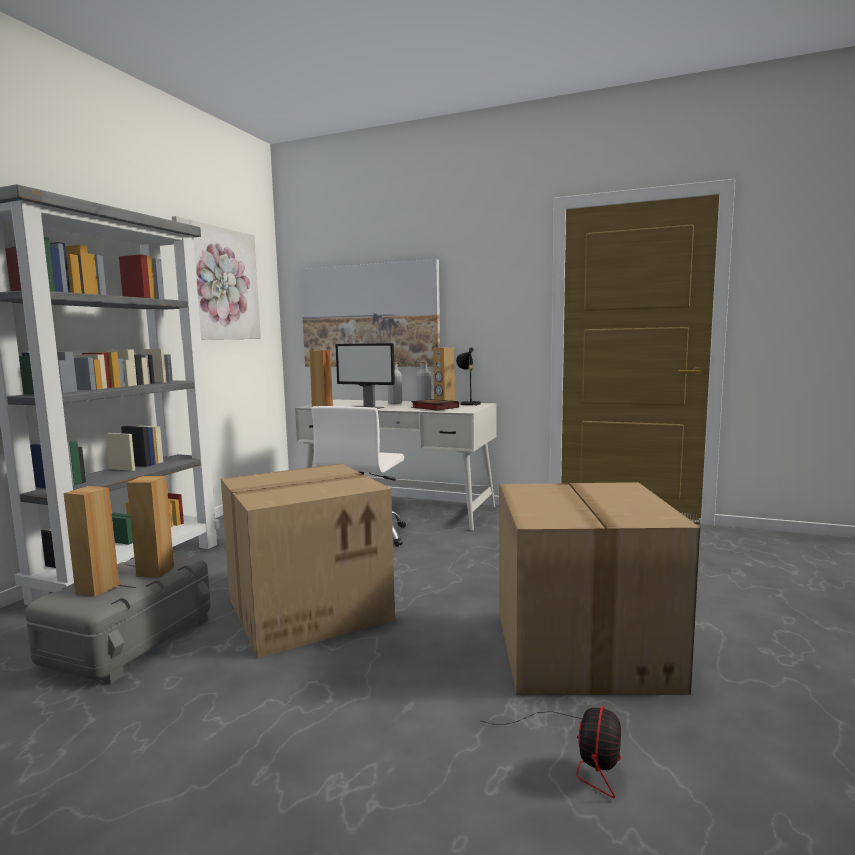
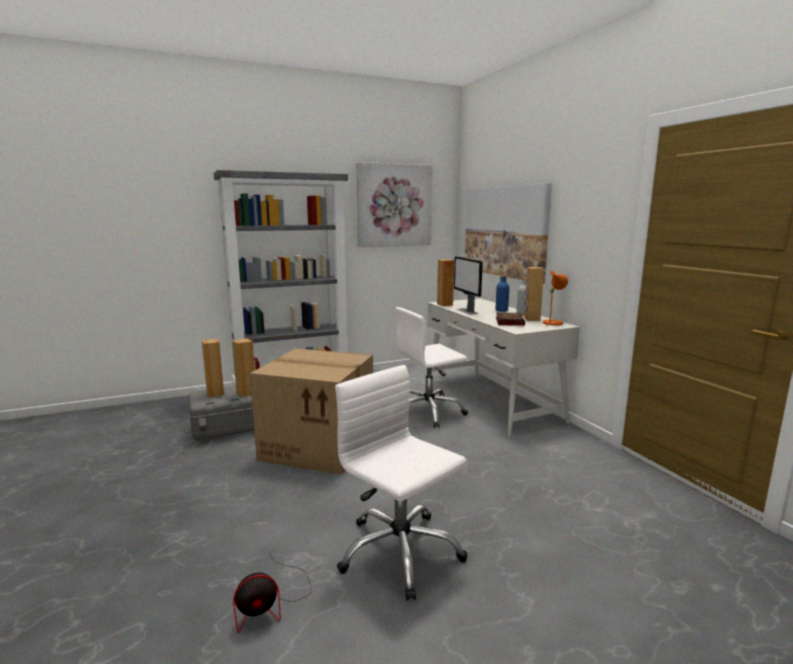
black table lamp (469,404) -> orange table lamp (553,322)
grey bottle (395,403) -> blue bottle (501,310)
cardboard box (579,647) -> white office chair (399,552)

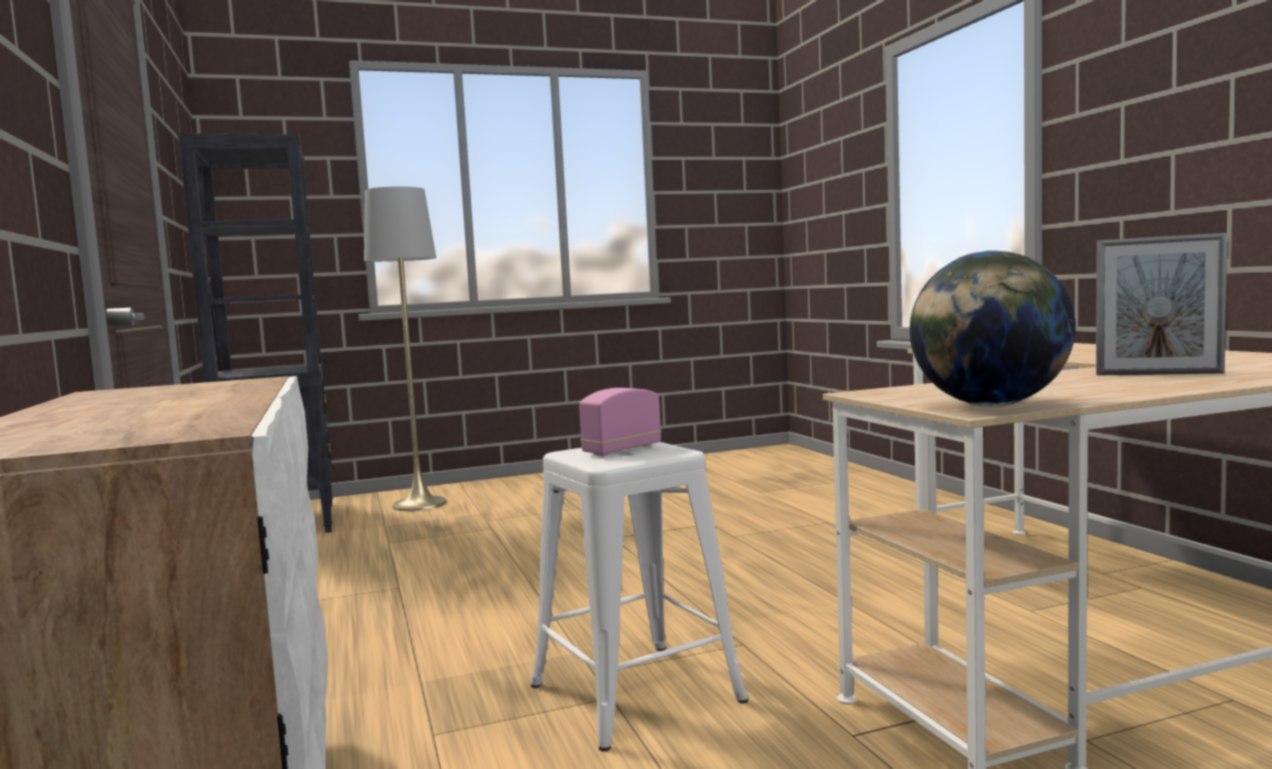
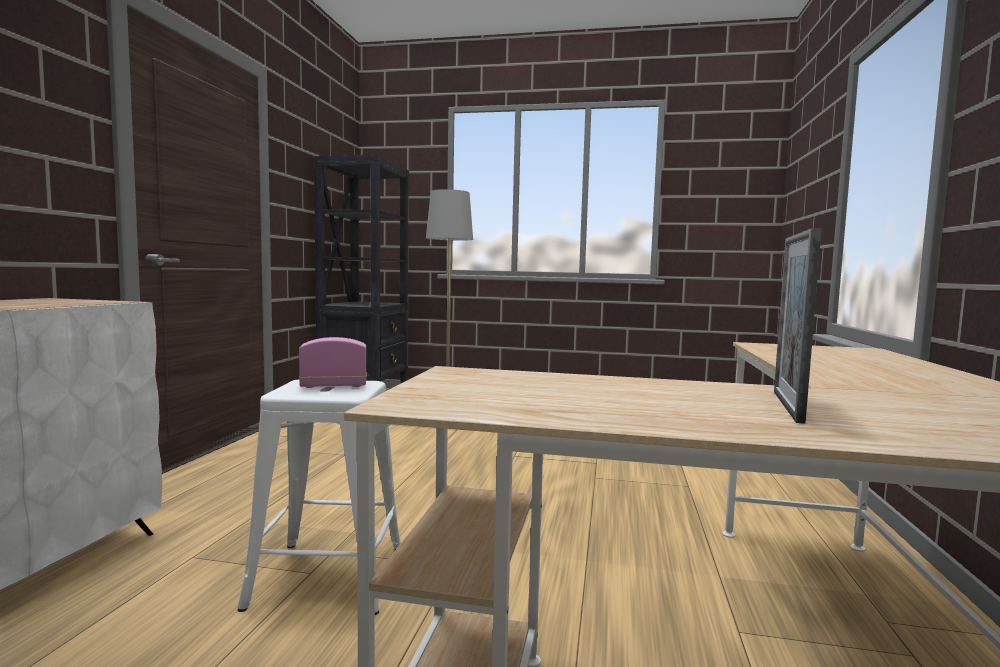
picture frame (1158,374) -> picture frame (787,406), 60 degrees clockwise
globe (989,406) -> none

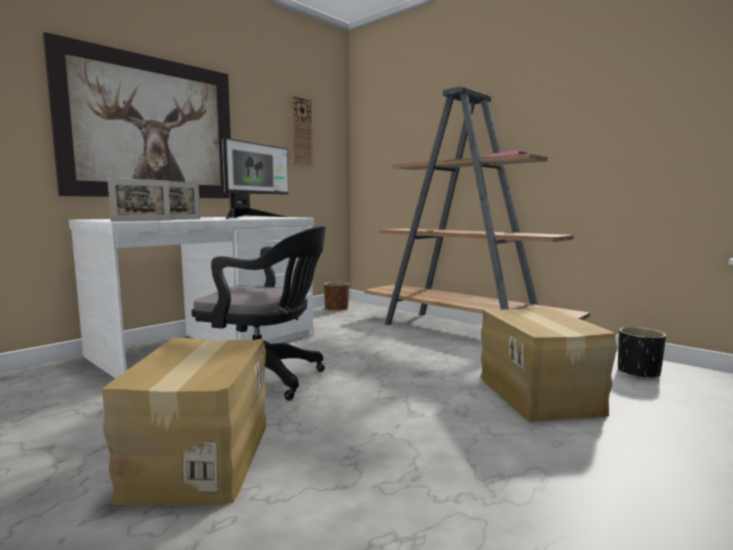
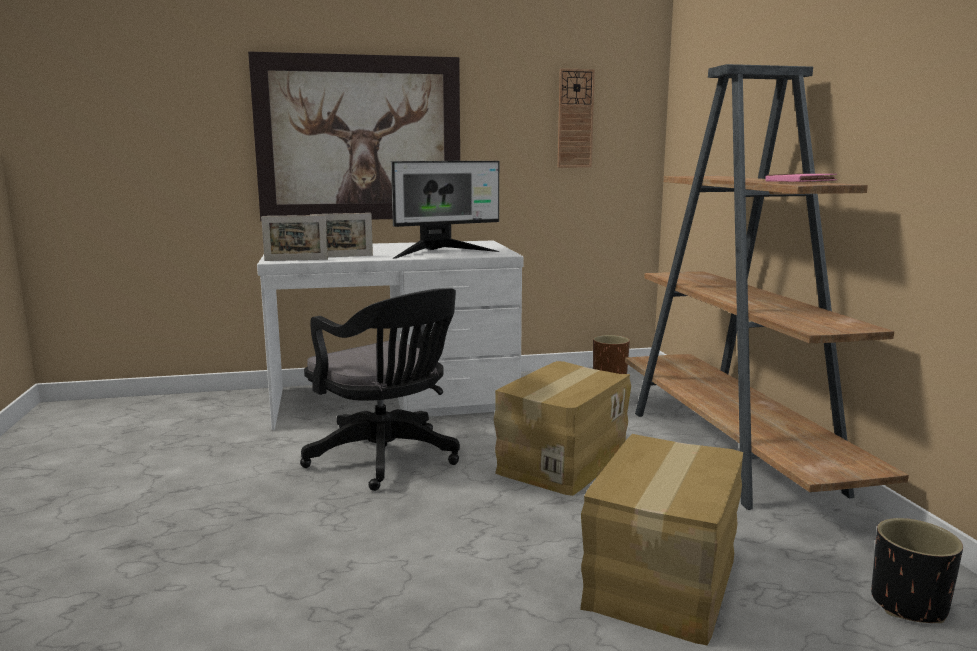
cardboard box (199,457) -> cardboard box (561,461), move

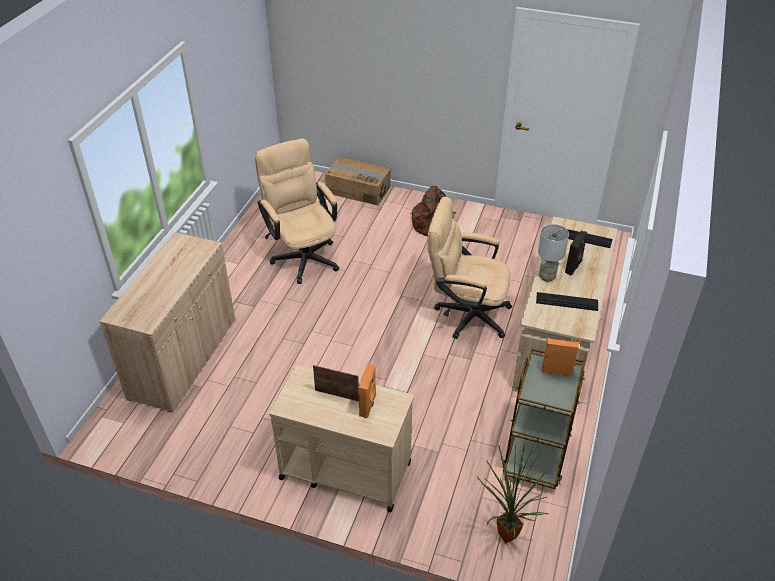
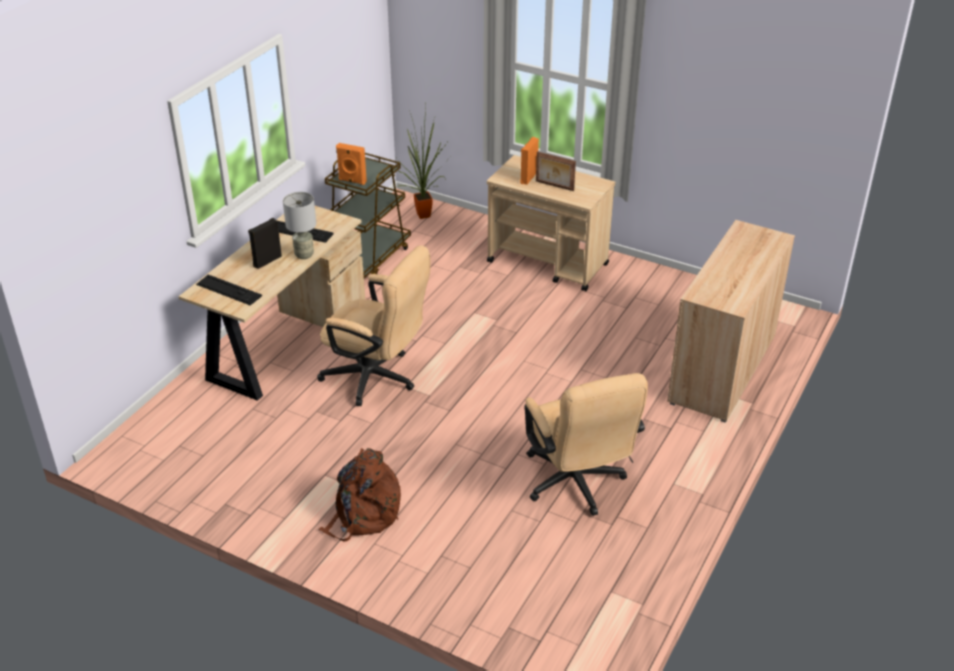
cardboard box (358,190) -> none

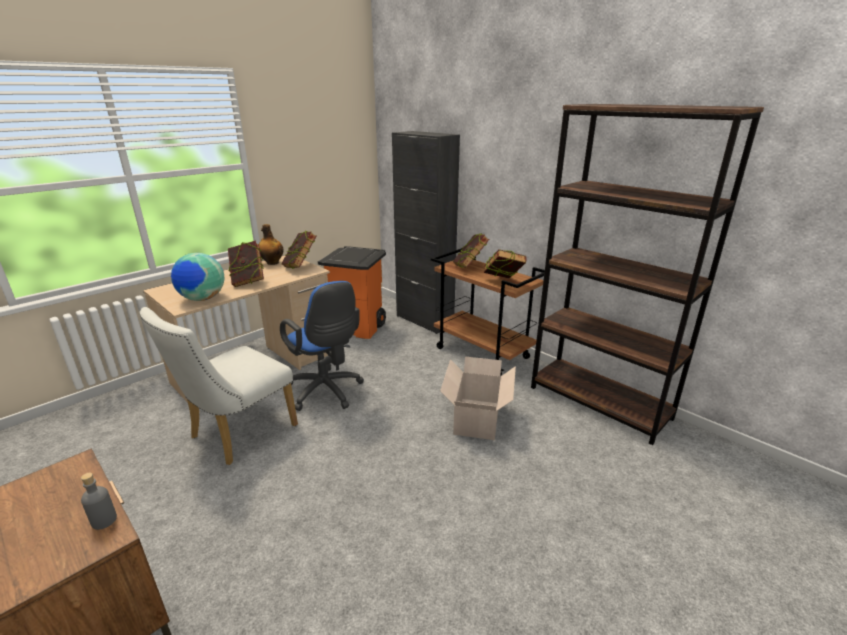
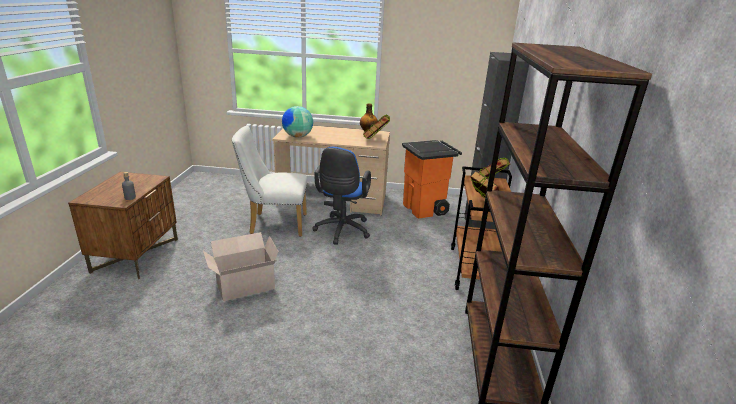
book (248,282) -> none
cardboard box (476,420) -> cardboard box (243,285), move

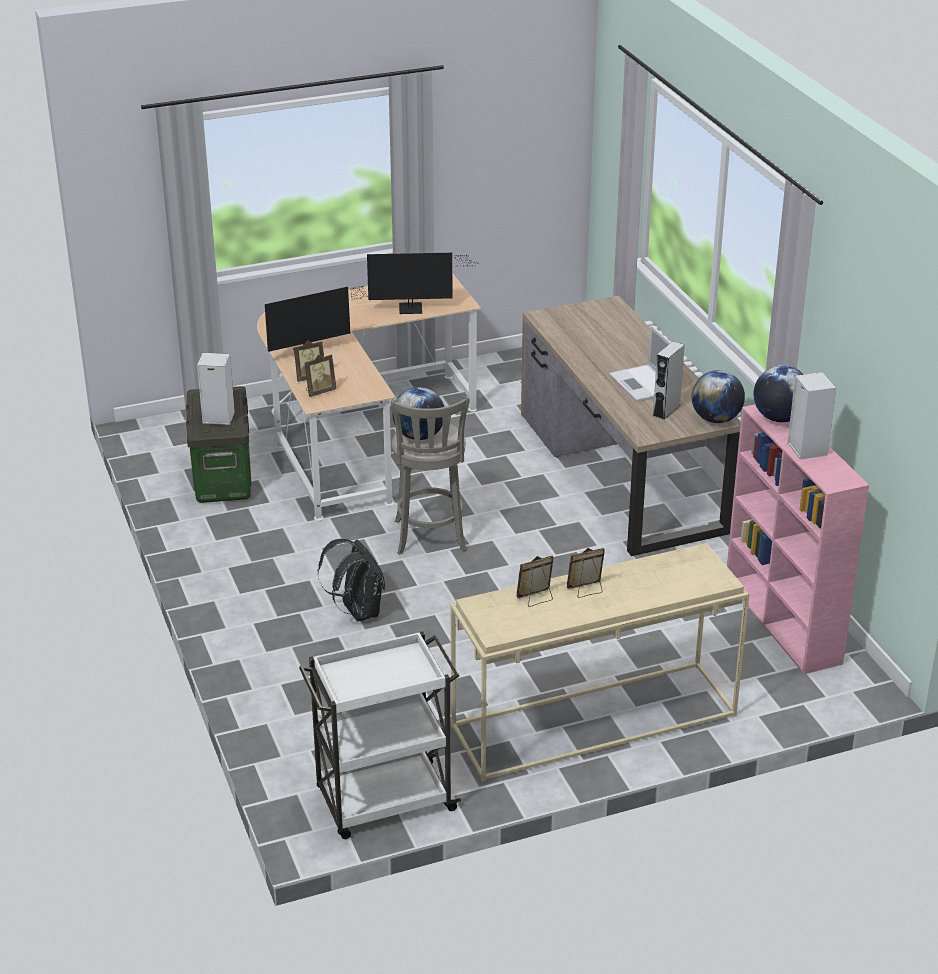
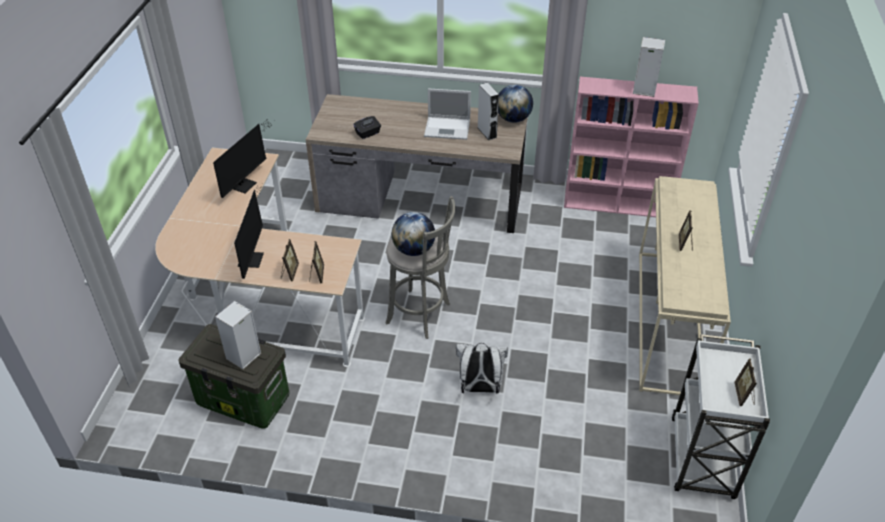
globe (779,418) -> none
black backpack (357,612) -> white backpack (480,388)
picture frame (536,598) -> picture frame (744,395), move
none -> black tissue box (368,133)

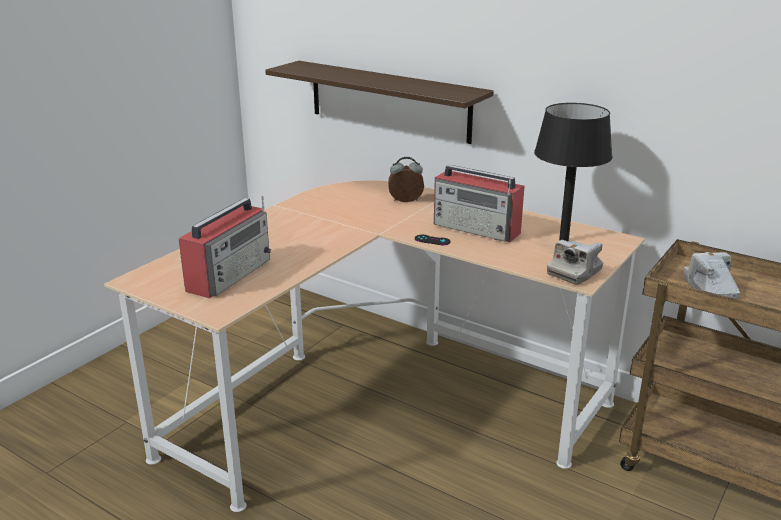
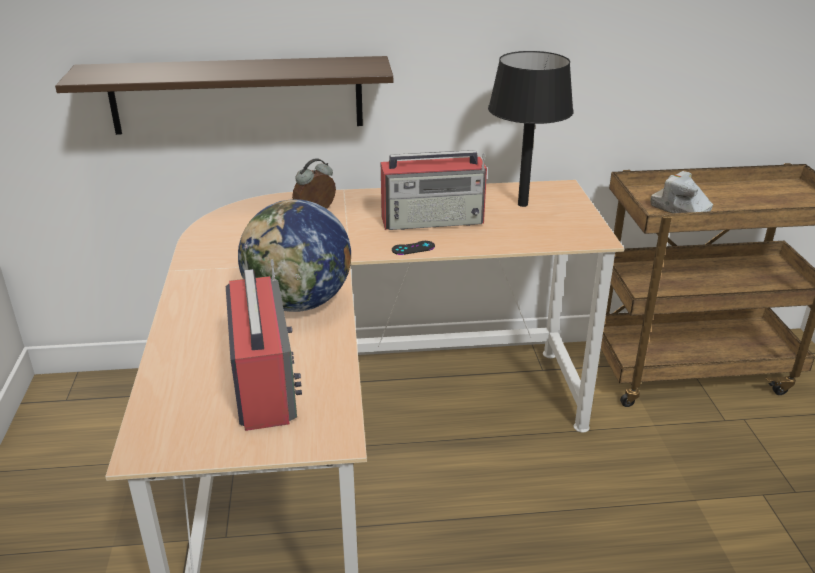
photo camera (574,272) -> none
none -> globe (299,303)

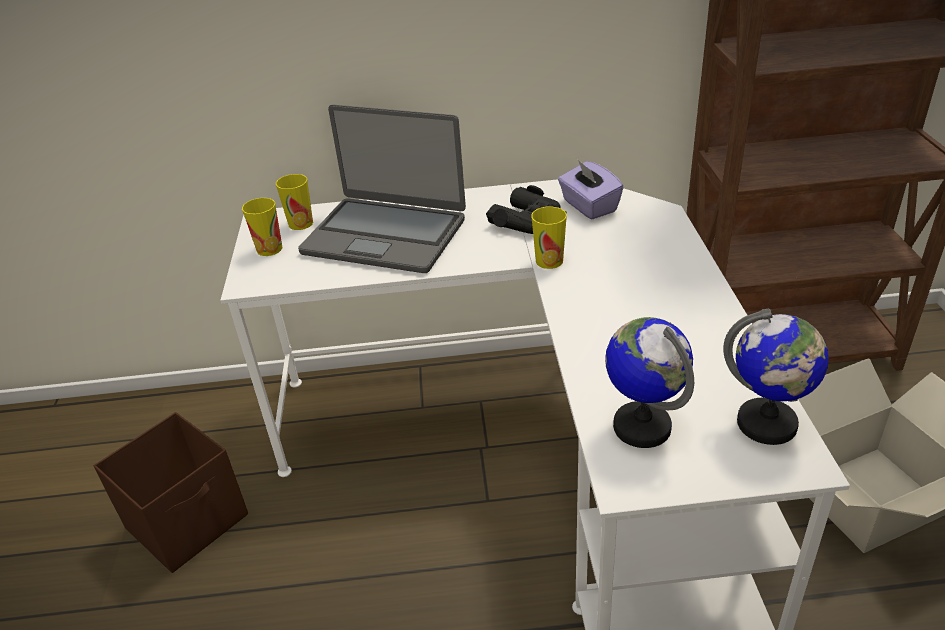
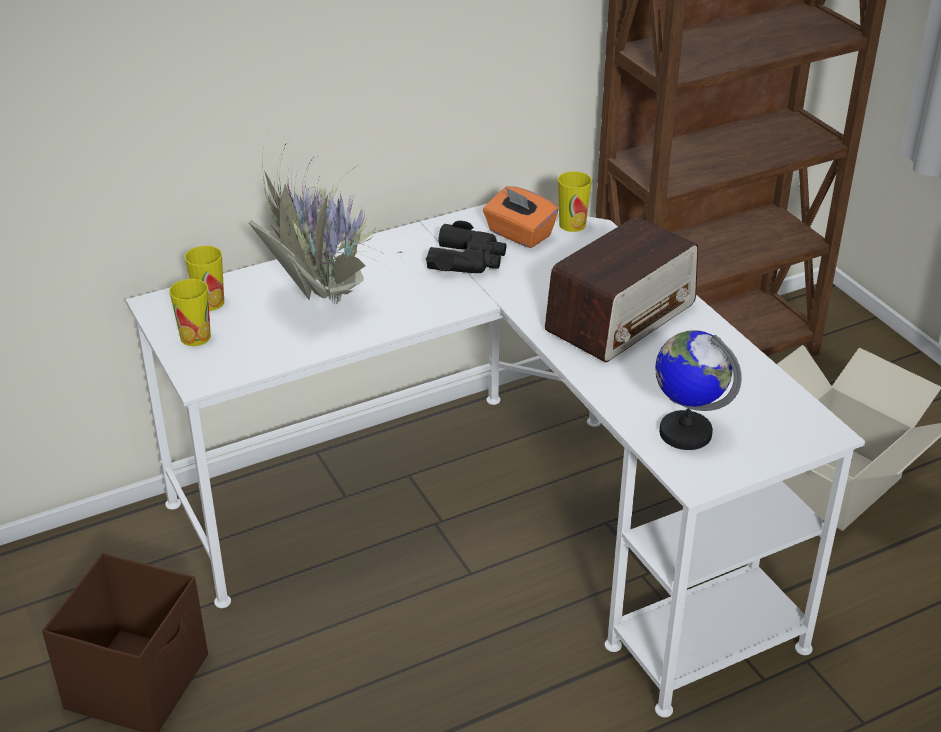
laptop (385,235) -> potted plant (320,300)
purple tissue box (588,206) -> orange tissue box (519,234)
cup (549,261) -> cup (572,224), move
globe (767,424) -> none
none -> radio (621,317)

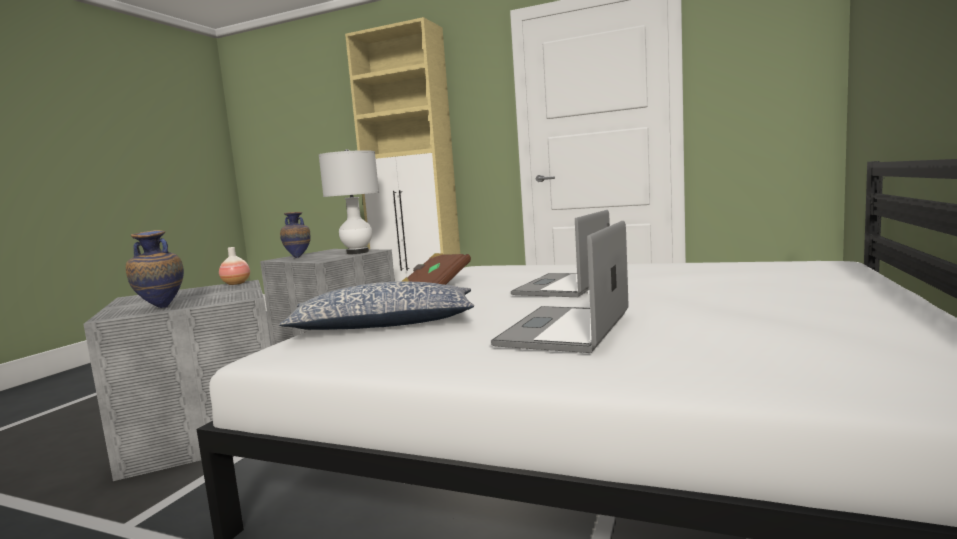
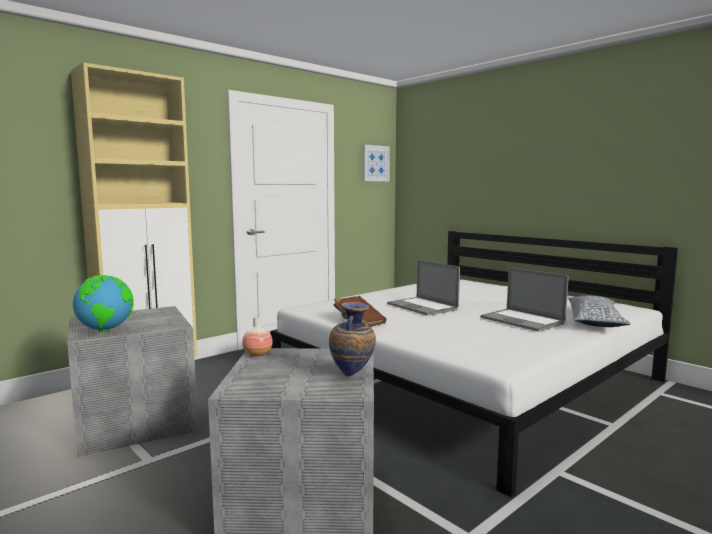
white table lamp (358,252) -> none
vase (298,257) -> globe (106,330)
pillow (384,326) -> pillow (595,321), move
none -> picture (375,163)

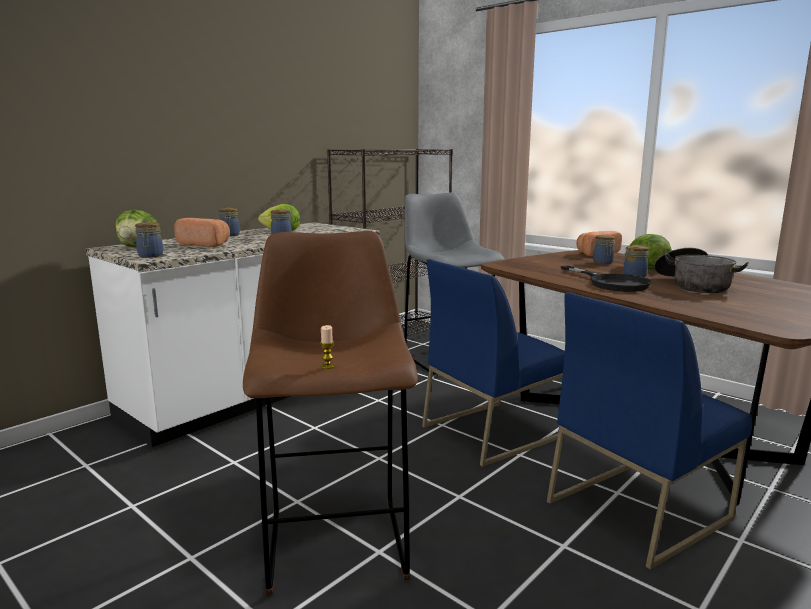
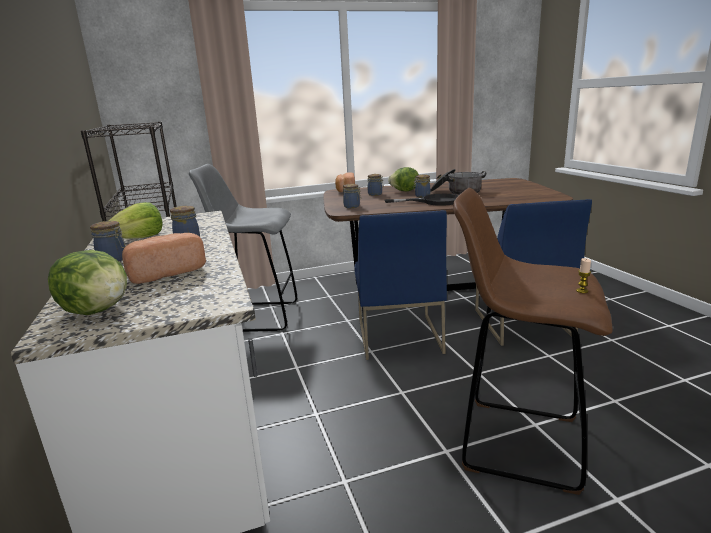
jar (150,256) -> jar (352,207), move

